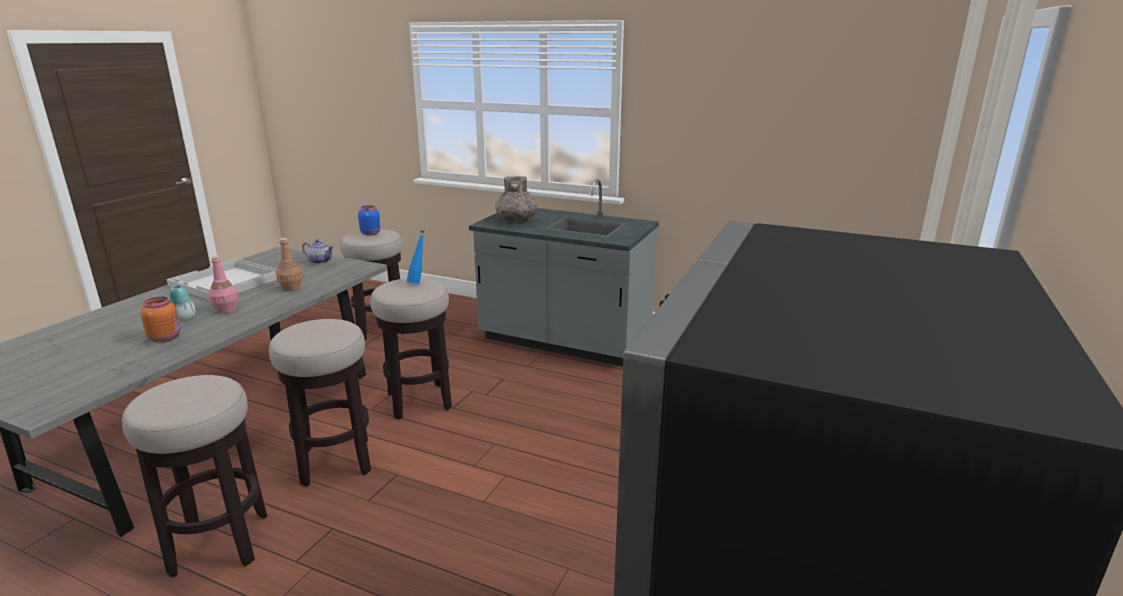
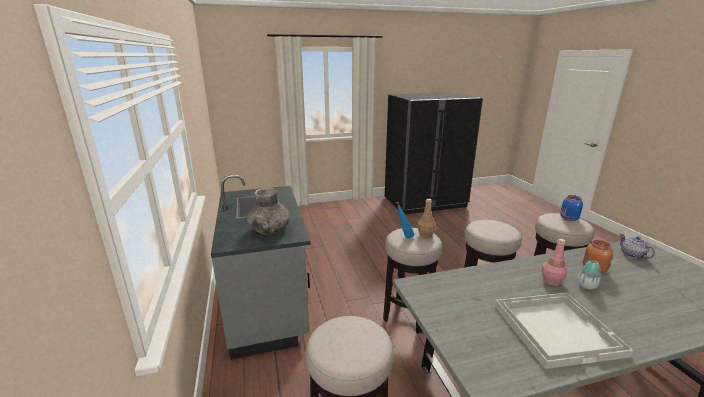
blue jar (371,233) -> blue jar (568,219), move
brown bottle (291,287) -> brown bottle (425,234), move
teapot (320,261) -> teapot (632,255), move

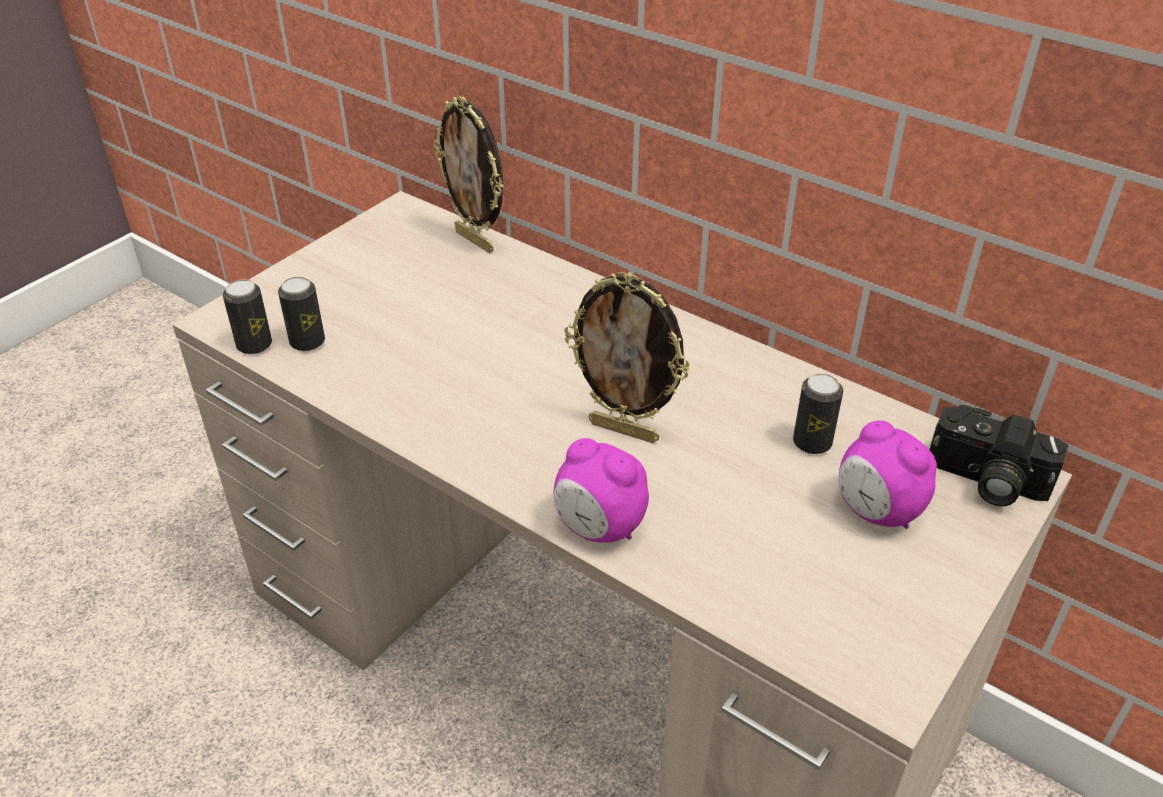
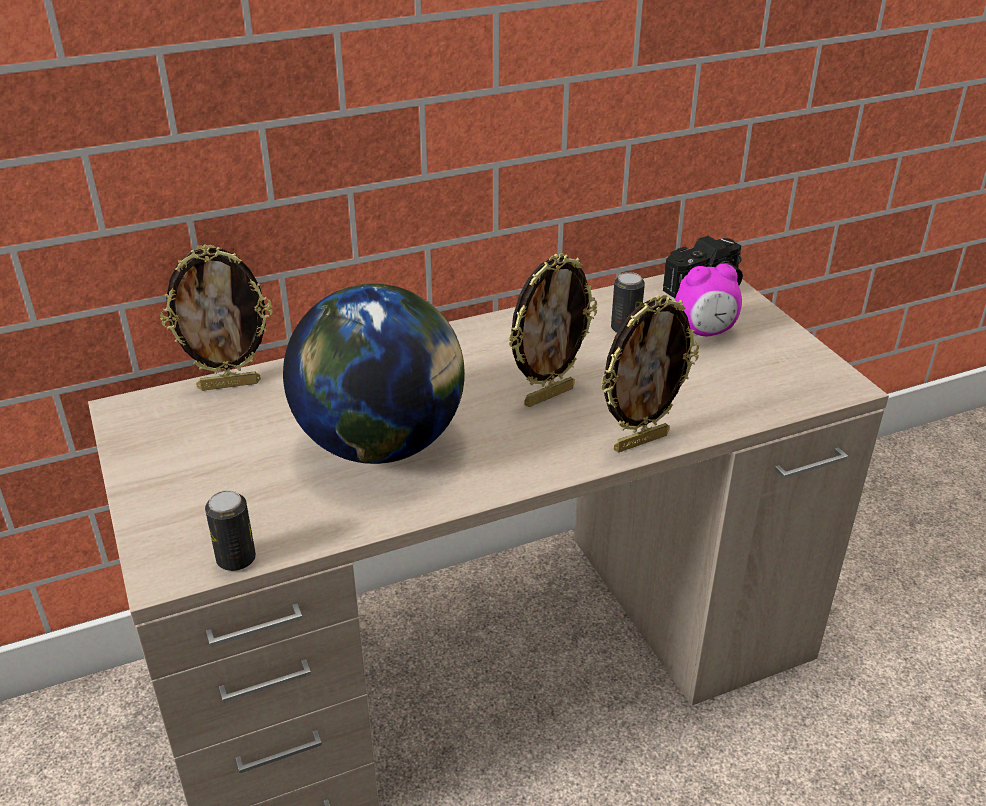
can (307,342) -> none
alarm clock (599,528) -> picture frame (640,441)
none -> globe (381,444)

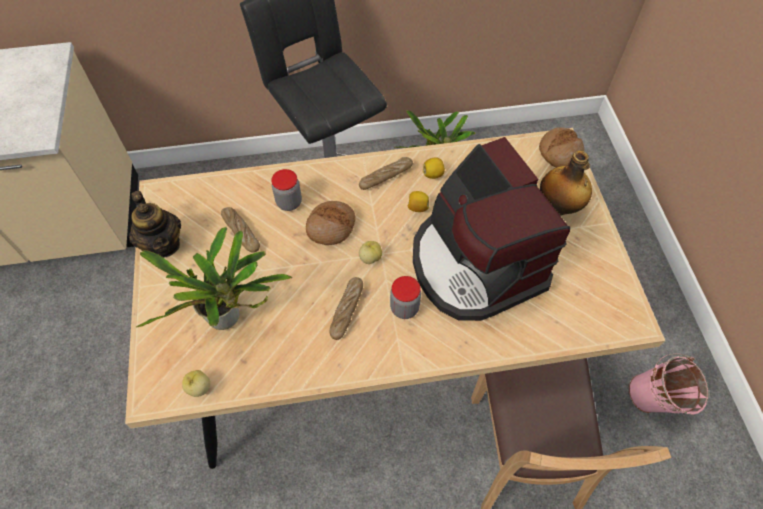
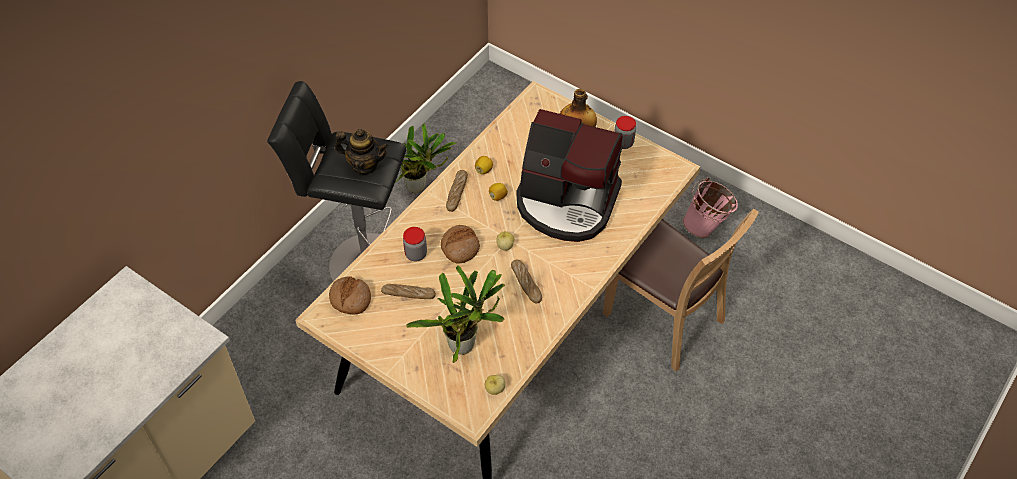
bread (559,152) -> bread (350,299), move
teapot (163,244) -> teapot (364,165), move
jar (404,308) -> jar (623,143), move

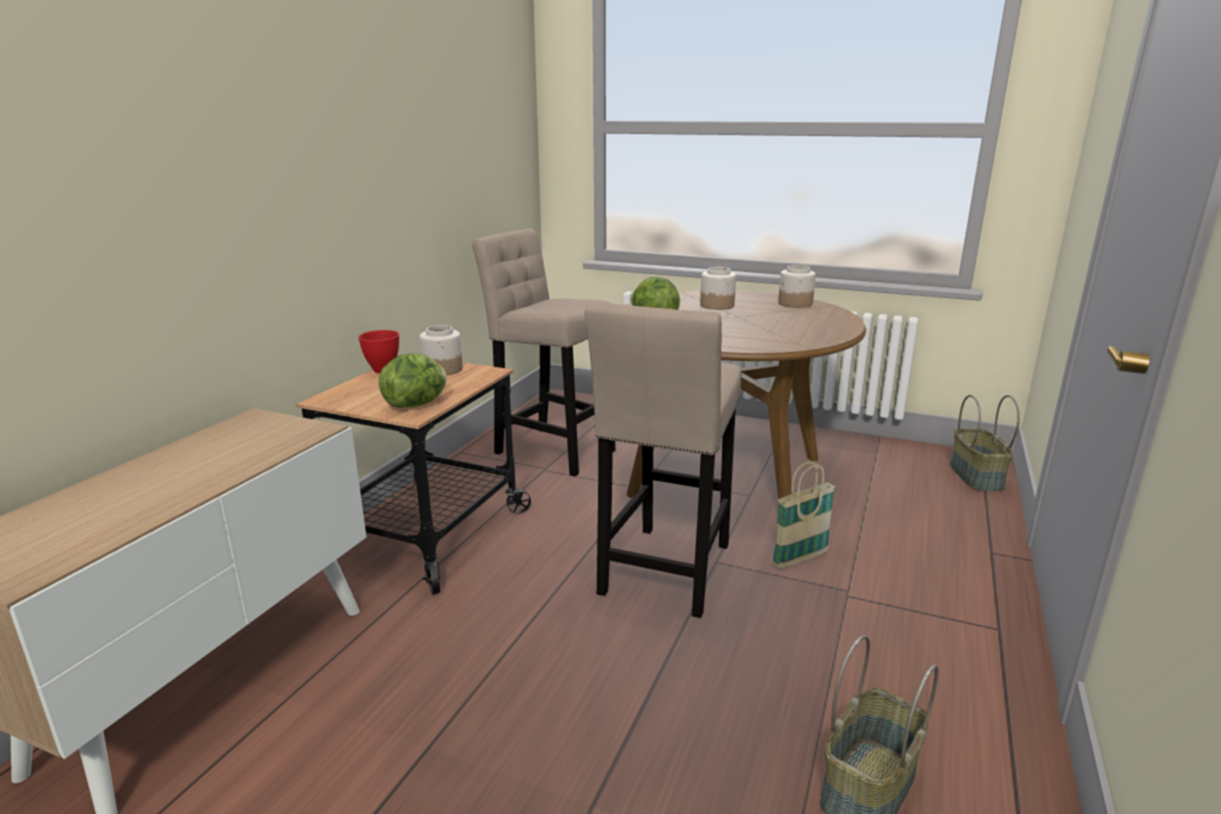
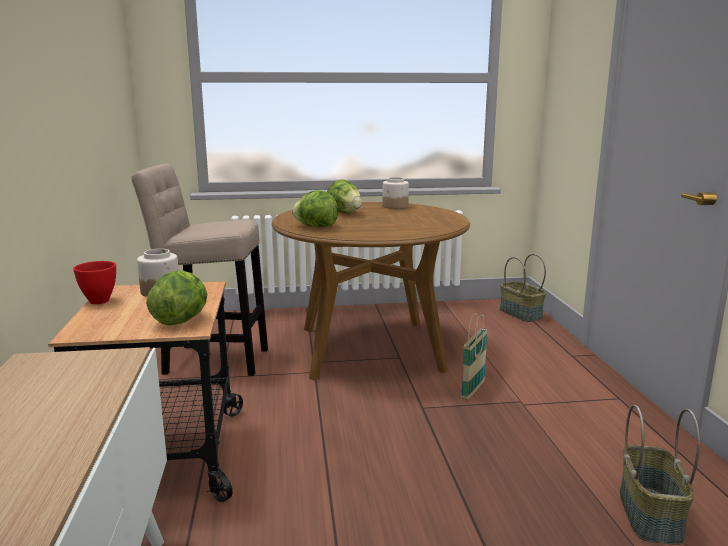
jar (717,305) -> lettuce (344,213)
beige stool (664,574) -> none

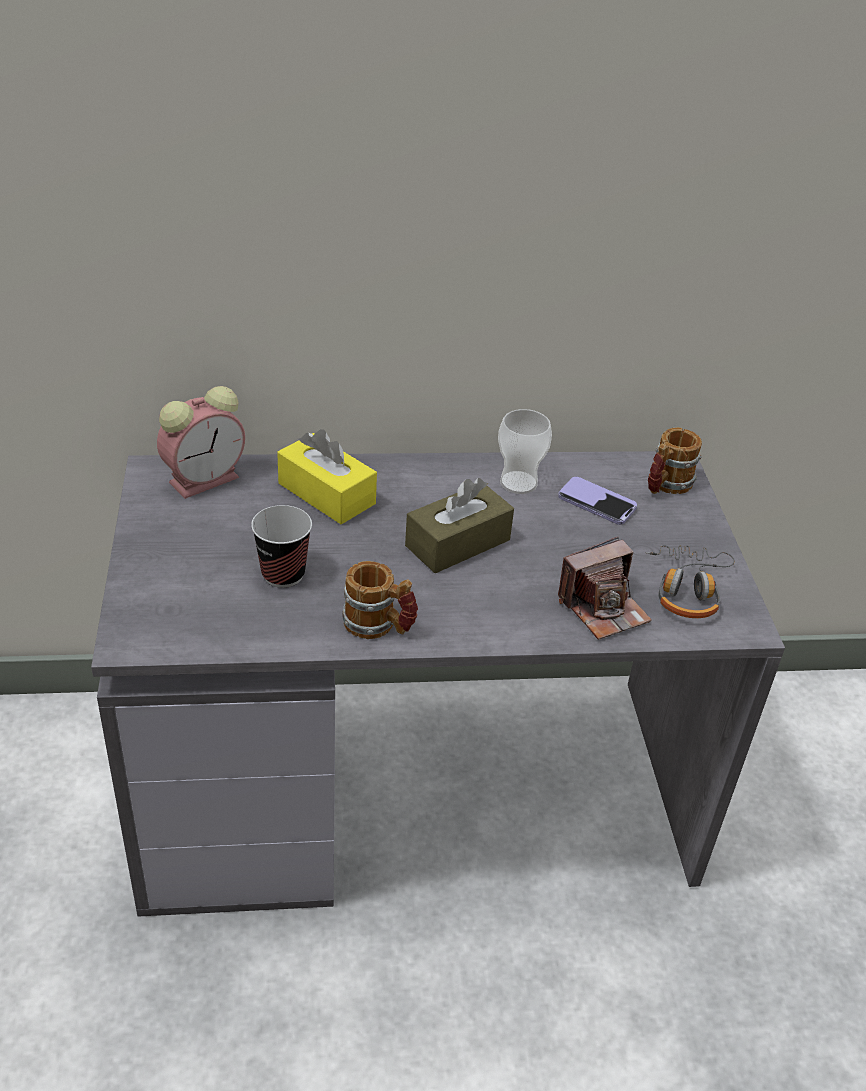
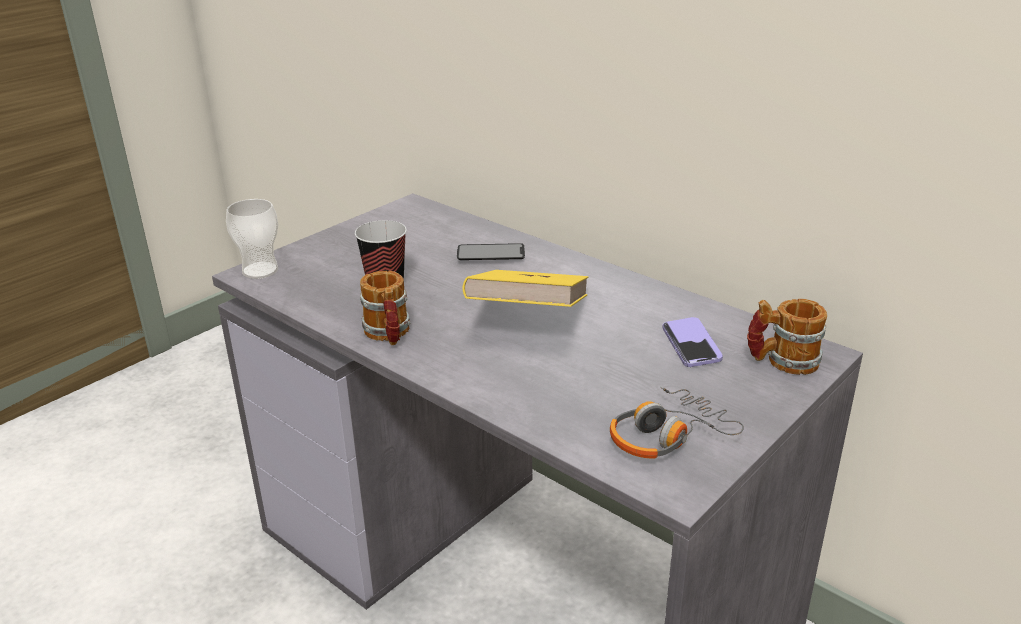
alarm clock (206,478) -> none
cup (518,483) -> cup (260,270), move
yellow tissue box (326,493) -> phone (491,254)
brown tissue box (457,543) -> yellow book (528,317)
photo camera (603,608) -> none

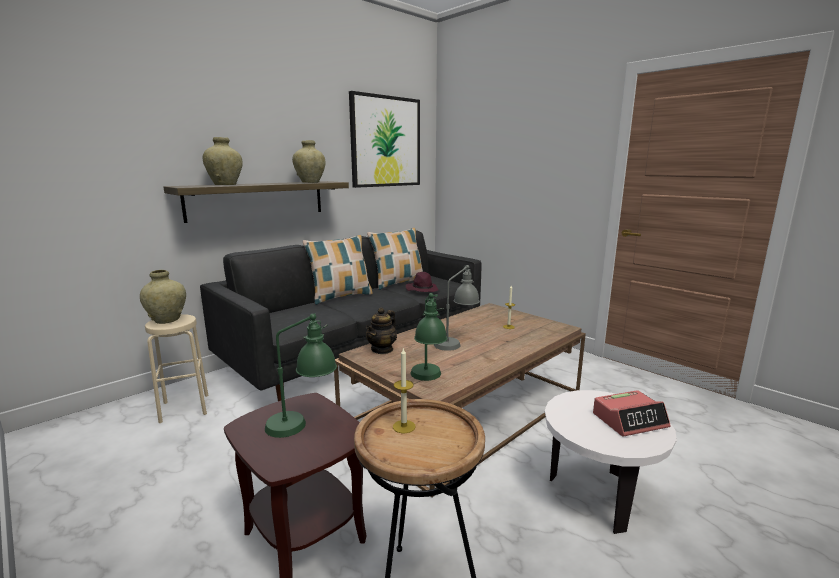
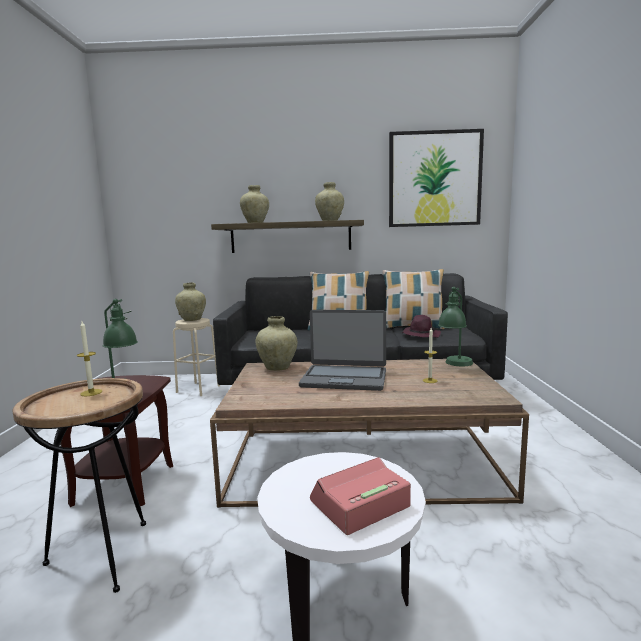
grey table lamp (456,342) -> laptop (344,378)
green table lamp (428,379) -> green table lamp (455,365), move
teapot (382,349) -> beige vase (277,368)
alarm clock (630,420) -> alarm clock (359,504), 120 degrees clockwise

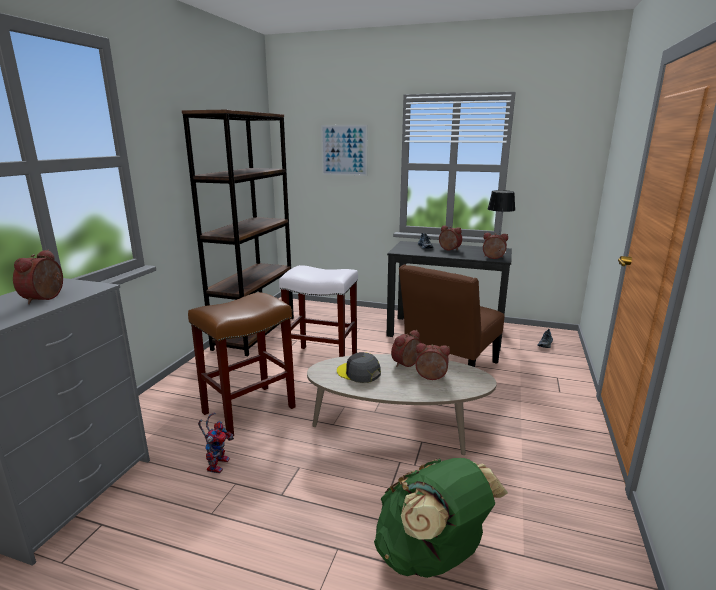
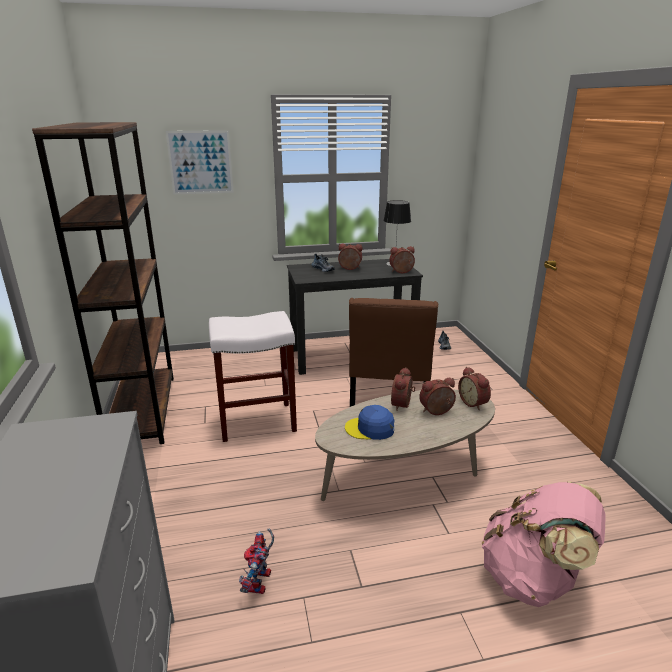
alarm clock (46,298) -> alarm clock (474,403), move
brown stool (250,409) -> none
grey cap (358,373) -> blue cap (370,428)
toy robot (217,463) -> toy robot (260,584), 150 degrees counterclockwise
green backpack (431,556) -> pink backpack (533,578)

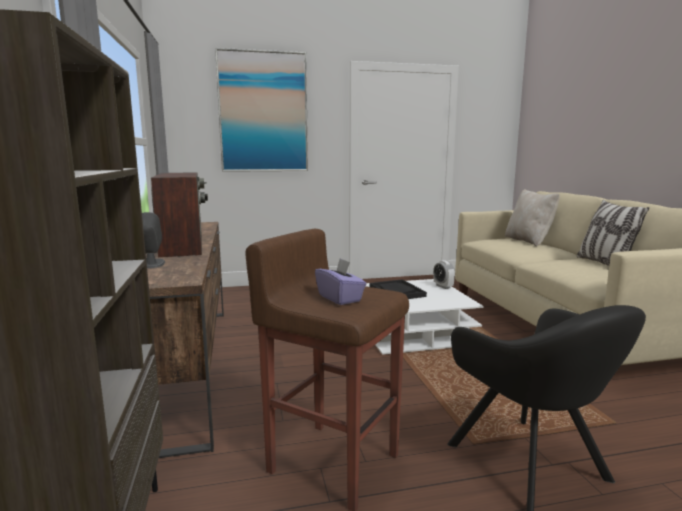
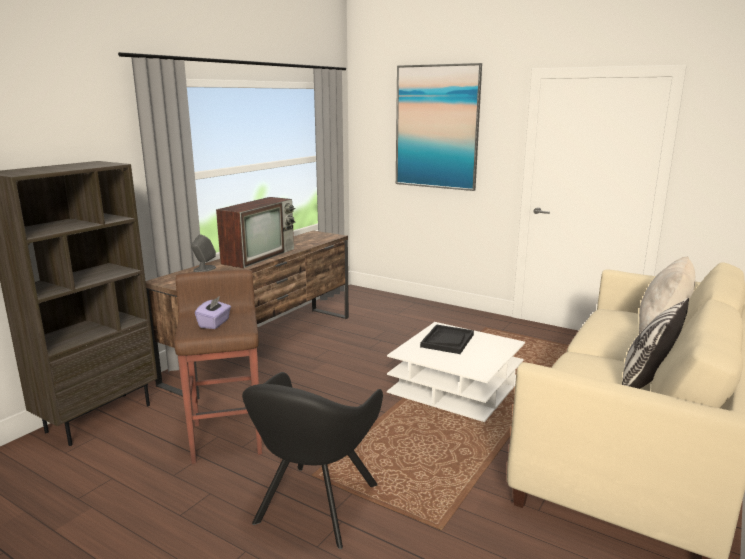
alarm clock (443,286) -> none

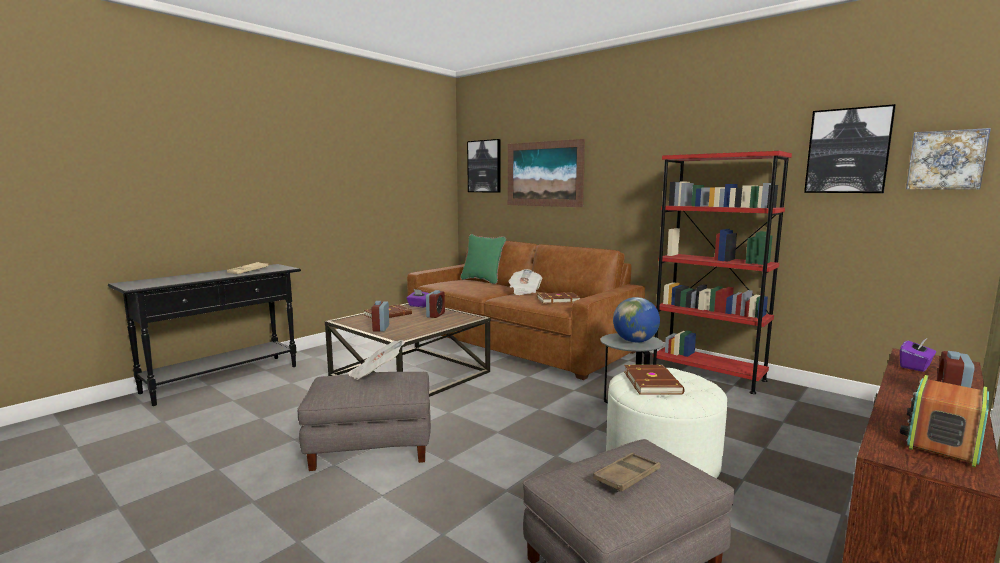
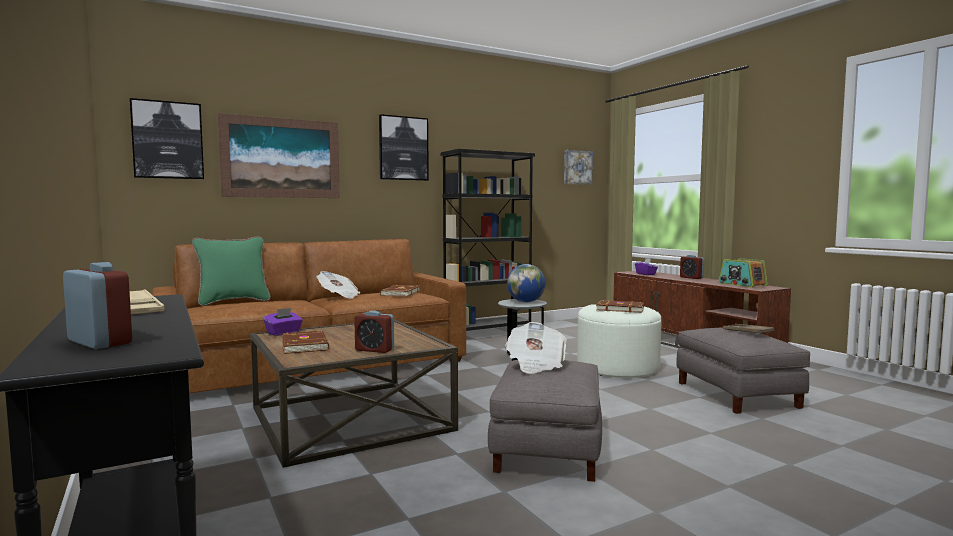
picture (847,151) -> picture (403,148), move
red bookcase (707,374) -> black bookcase (487,334)
alarm clock (435,315) -> alarm clock (99,342), move

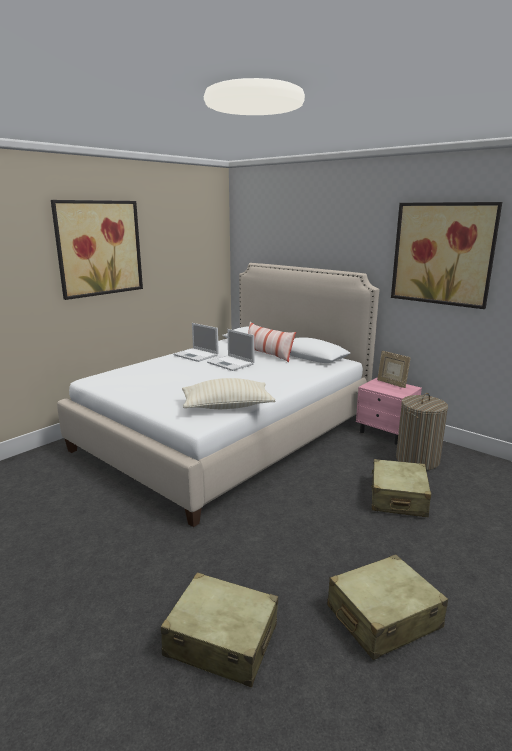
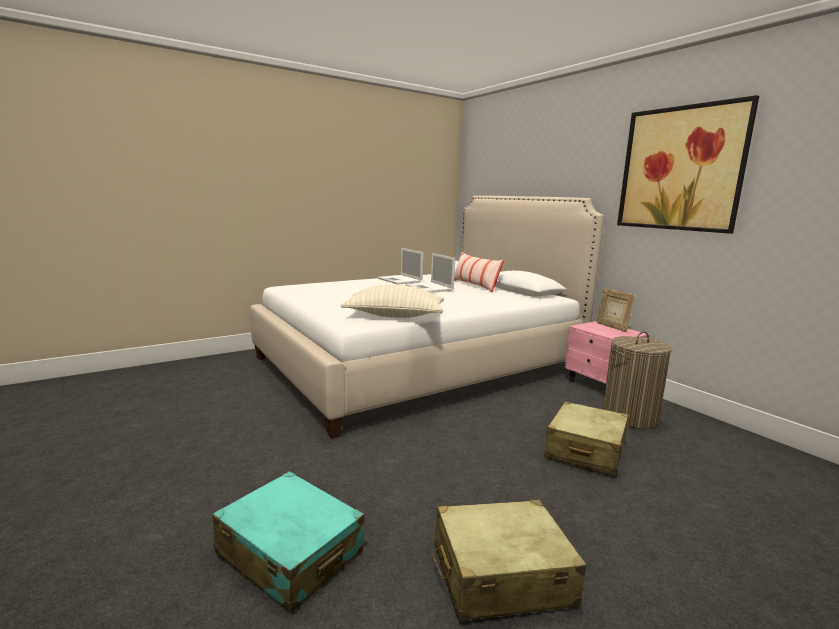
picture (99,248) -> none
beige suitcase (221,640) -> turquoise suitcase (290,553)

